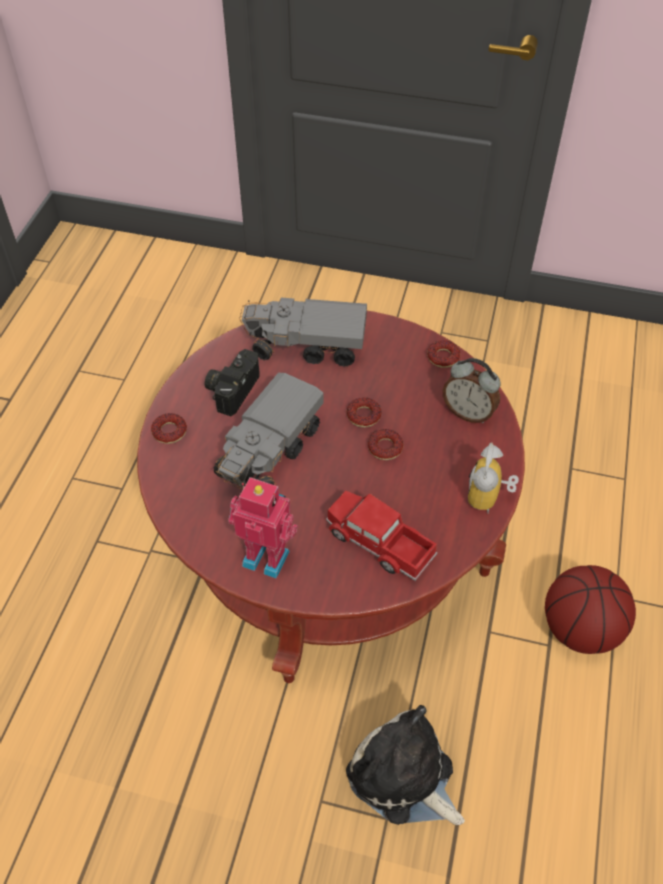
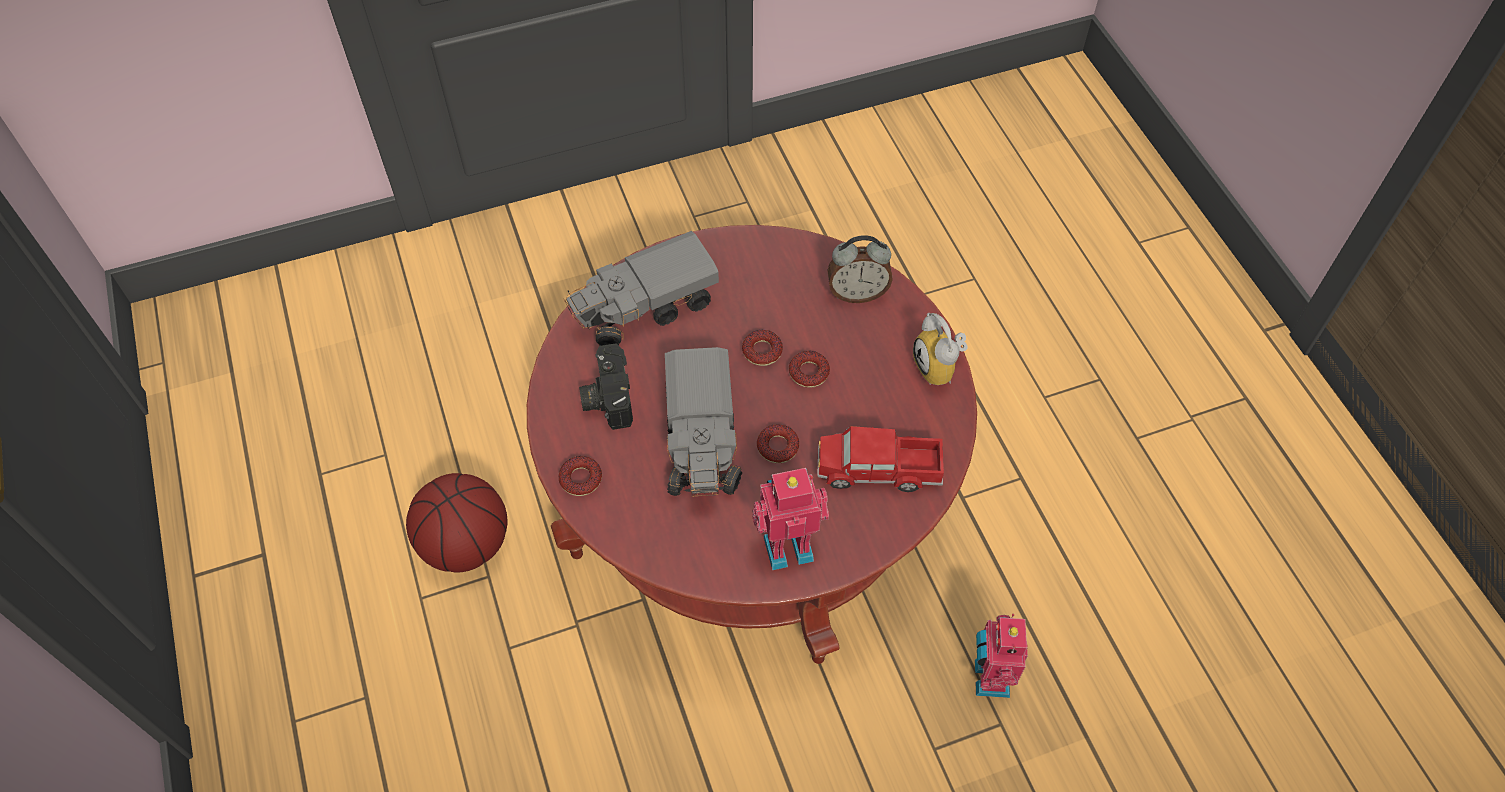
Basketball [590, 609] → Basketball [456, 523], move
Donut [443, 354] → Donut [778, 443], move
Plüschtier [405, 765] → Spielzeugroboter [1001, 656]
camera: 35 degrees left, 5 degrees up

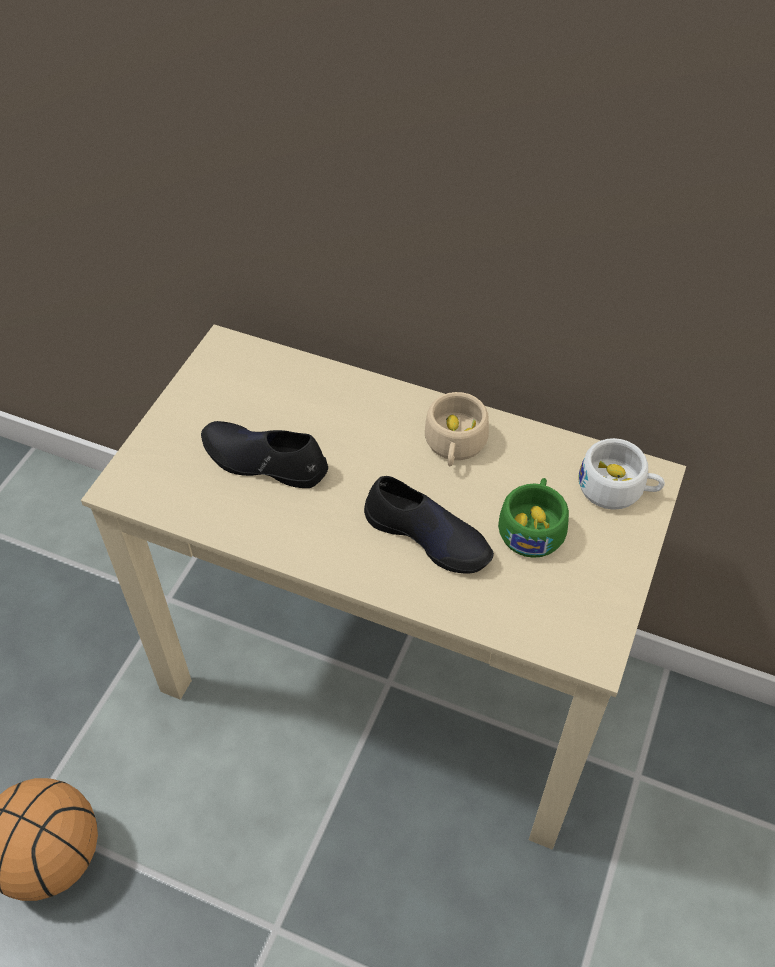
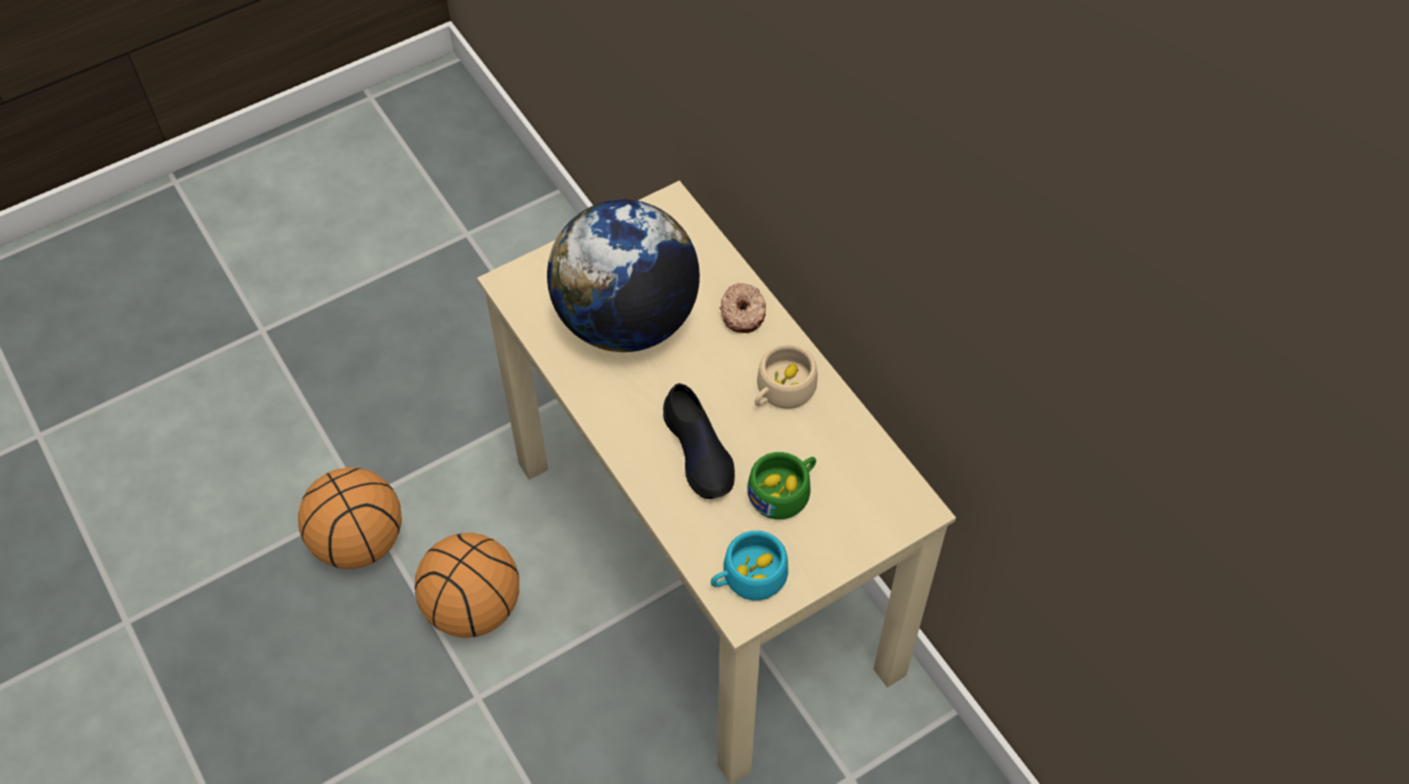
- → Basketball [467, 585]
Schuh (schwarz) [264, 454] → Globus [623, 275]
- → Tasse (türkis) [749, 565]
- → Donut [742, 308]
Tasse (weiß) [621, 474] → -
camera: 35 degrees right, 5 degrees up

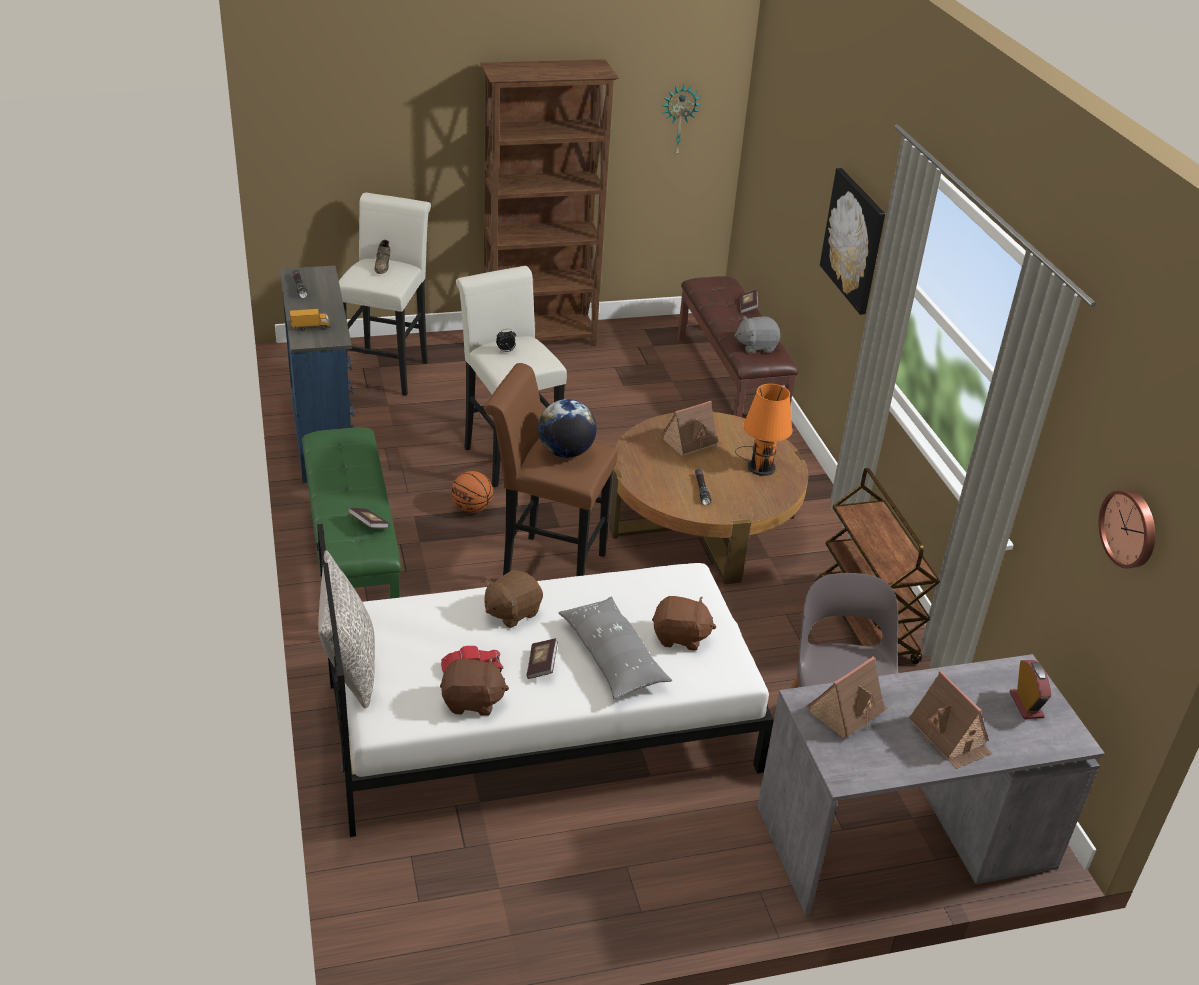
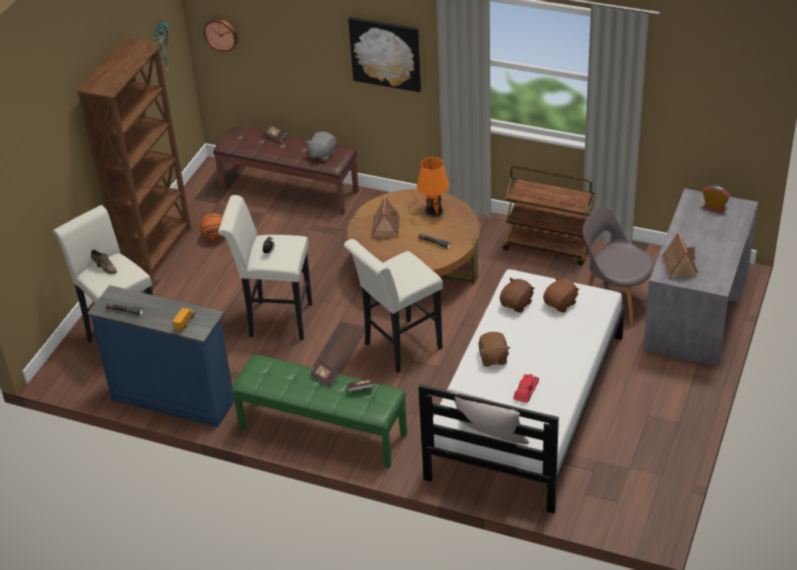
Basketball [472, 492] → Basketball [212, 227], move
Wanduhr [1126, 529] → Wanduhr [220, 35], move
Buch [542, 658] → Buch [325, 374], move
Hocker (braun) [551, 469] → Hocker (weiß) [393, 306]
Plüschtier (braun) [474, 686] → Plüschtier (braun) [517, 295], move
Globus [567, 428] → -
Kissen (grau) [615, 648] → -
Spielzeughaus [950, 720] → -
camera: 50 degrees left, 5 degrees up

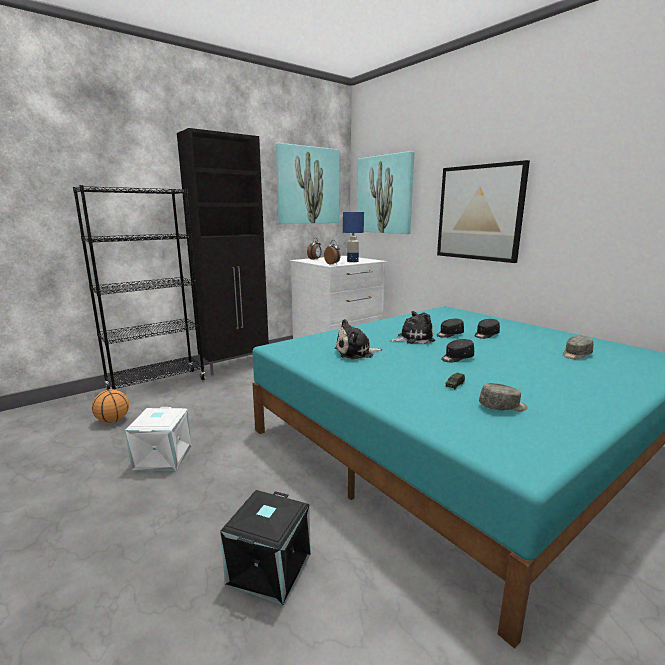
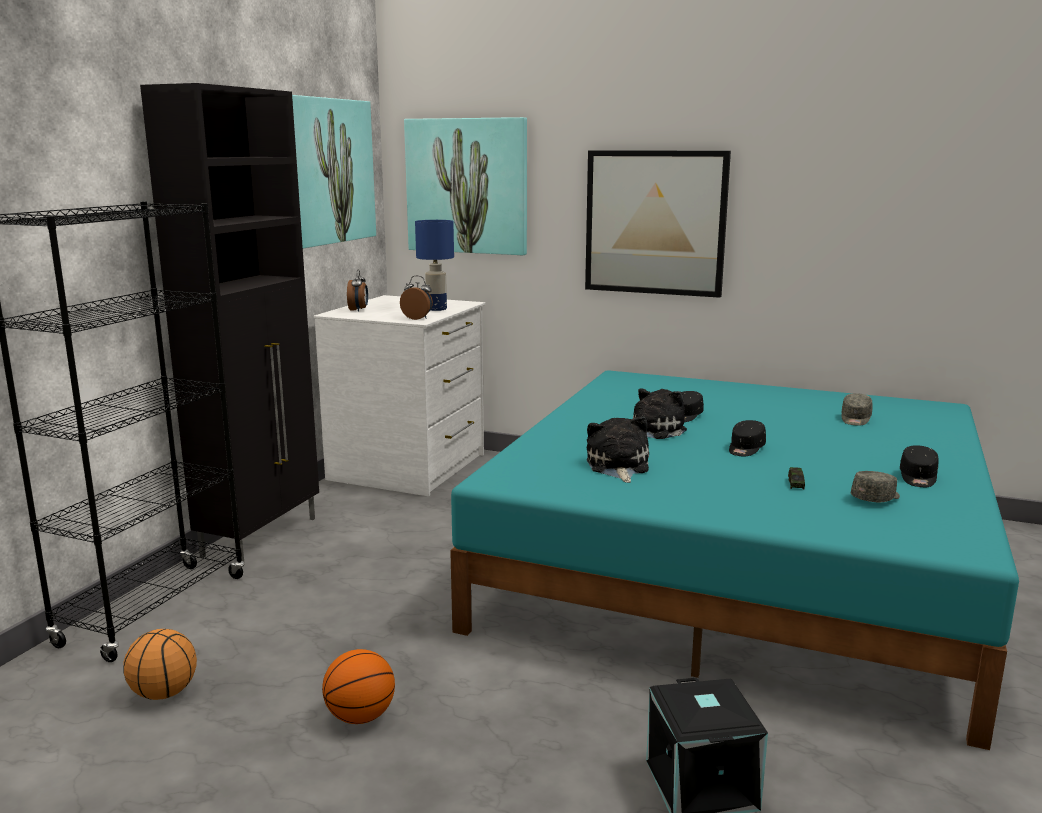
Aufbewahrungsbox (weiß) [158, 439] → Basketball [358, 686]
Plüschtier [358, 339] → Plüschtier [617, 449], 135 degrees clockwise
Kappe (schwarz) [487, 329] → Kappe (schwarz) [919, 466], move
camera: 30 degrees left, 0 degrees up

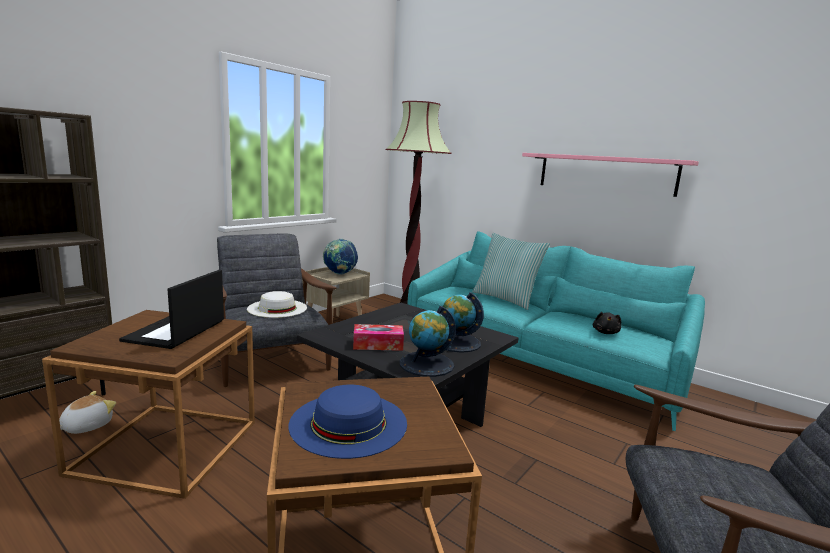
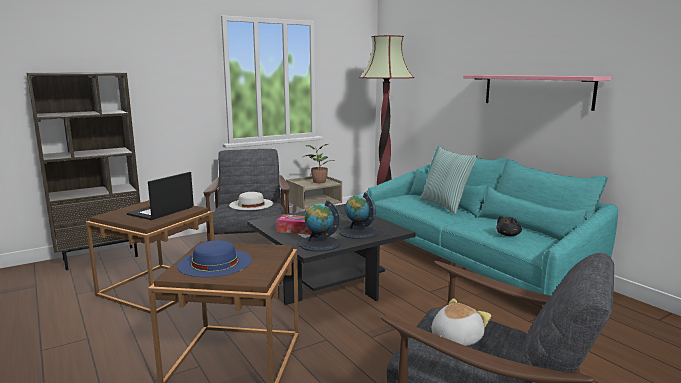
Globus [340, 257] → Topfpflanze [319, 163]
Plüschtier [87, 412] → Plüschtier [461, 322], move
camera: 20 degrees right, 0 degrees up

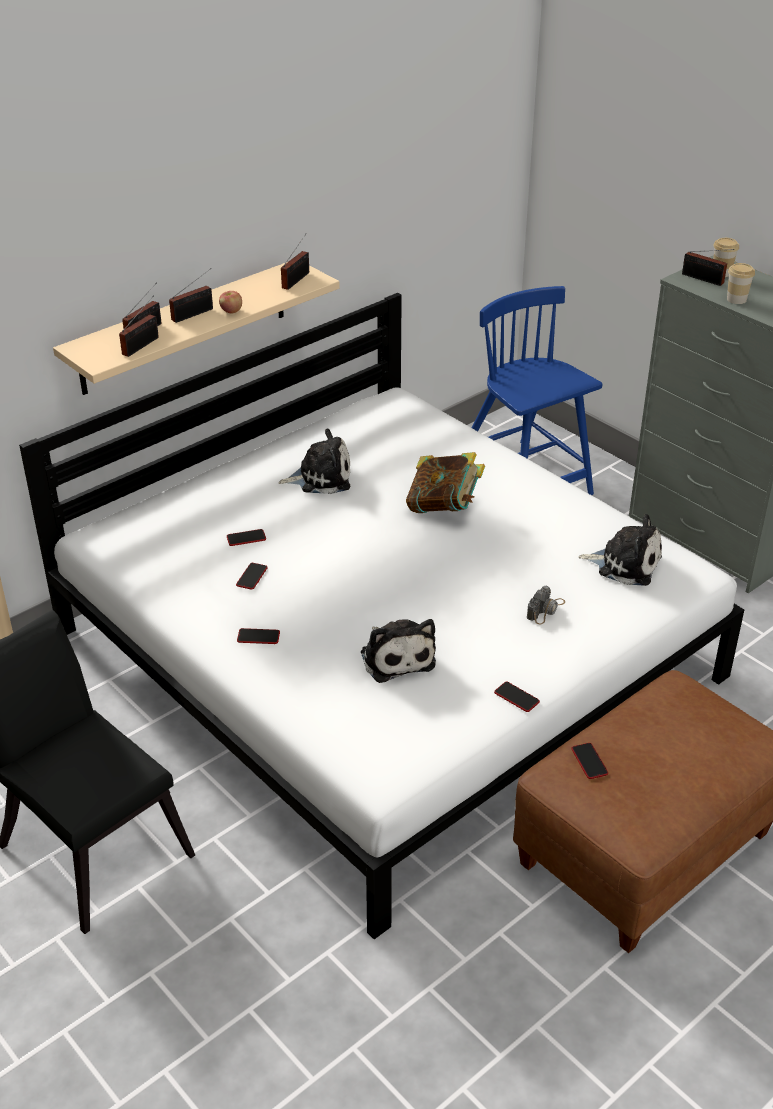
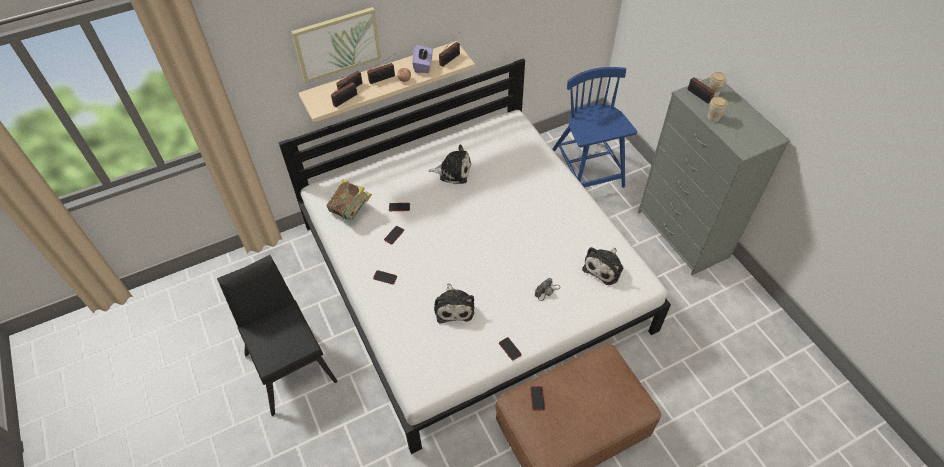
- → Bild [336, 45]
Buch [445, 482] → Buch [349, 199], move
- → Taschentuchbox (lila) [422, 59]
Plüschtier [620, 550] → Plüschtier [602, 266], 90 degrees clockwise
camera: 15 degrees right, 15 degrees up

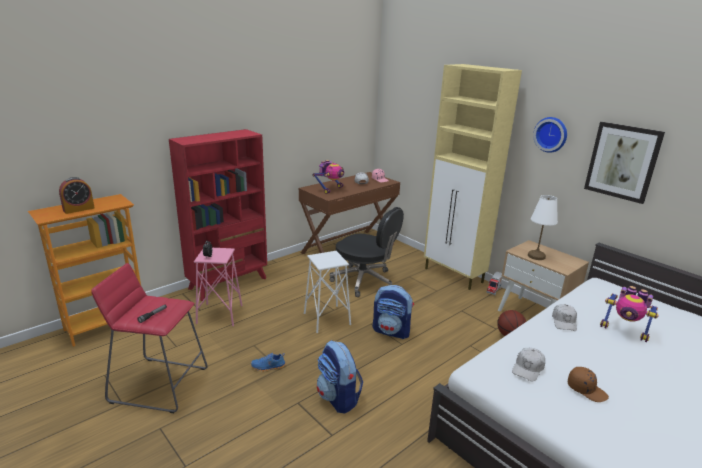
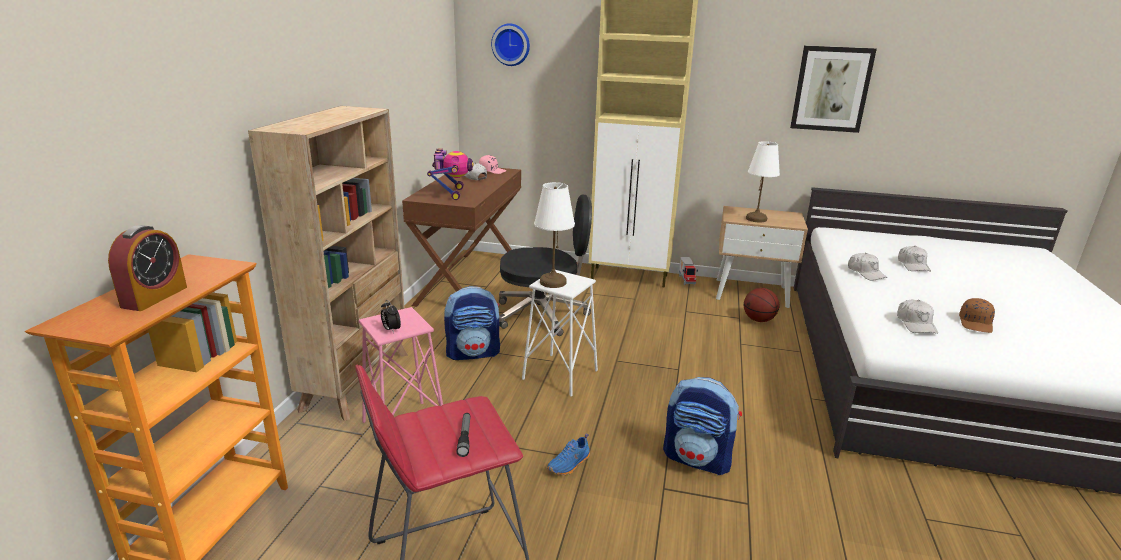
Bücherregal (rot) [218, 215] → Bücherregal (beige) [328, 263]
Rucksack [393, 312] → Rucksack [472, 323], move
Wanduhr [550, 135] → Wanduhr [510, 44], move
- → Tischlampe (weiß) [554, 235]
Spielzeugroboter [629, 314] → Kappe (weiß) [914, 259]
Kappe (braun) [588, 384] → Kappe (braun) [977, 315], 105 degrees clockwise
camera: 35 degrees left, 0 degrees up

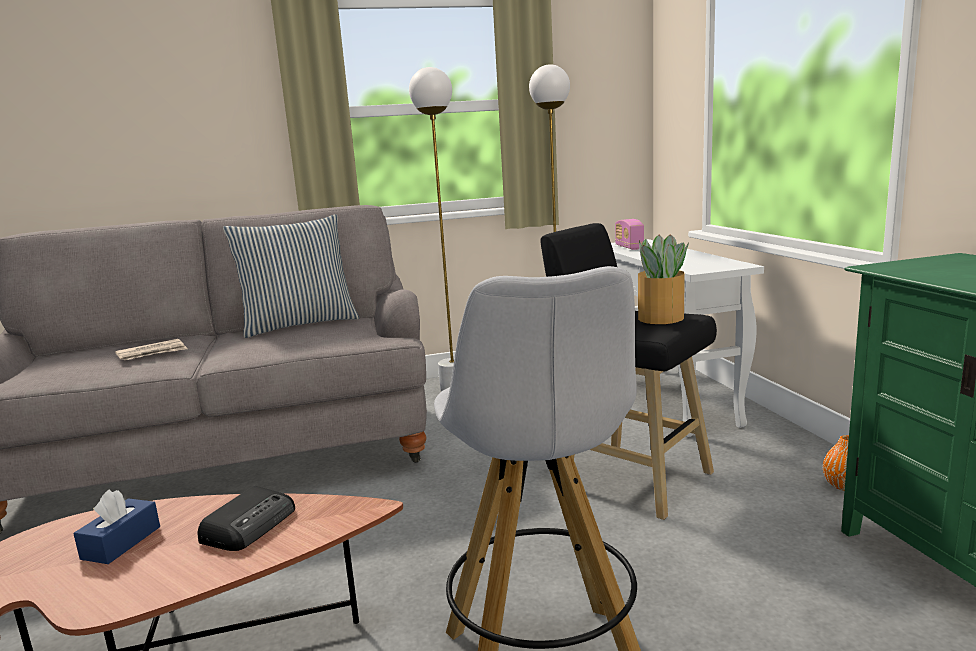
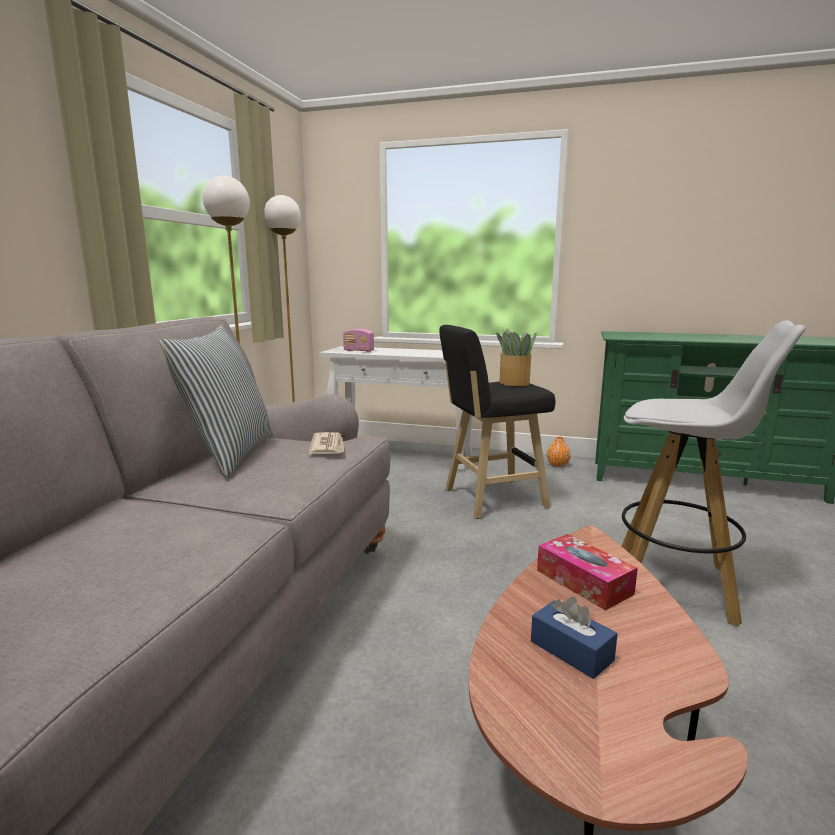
Zeitung [151, 349] → Zeitung [326, 443], move
Radio [246, 518] → Taschentuchbox [587, 572]
camera: 60 degrees left, 0 degrees up

